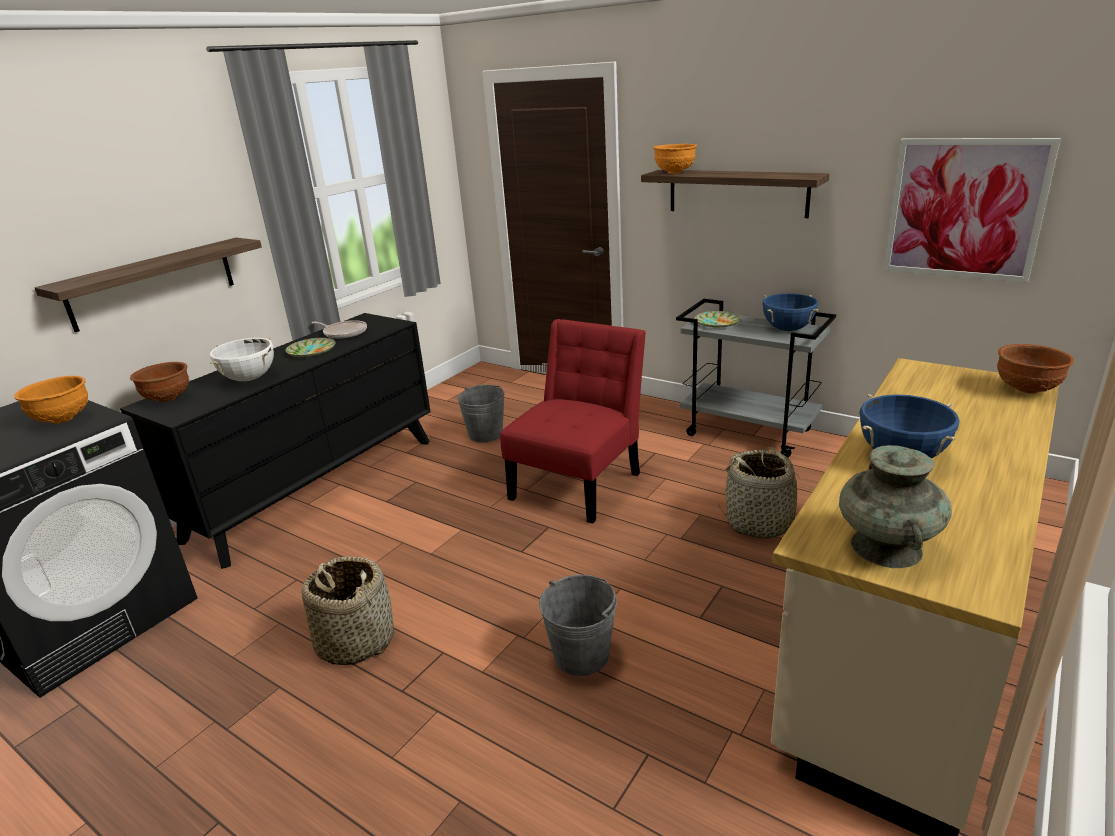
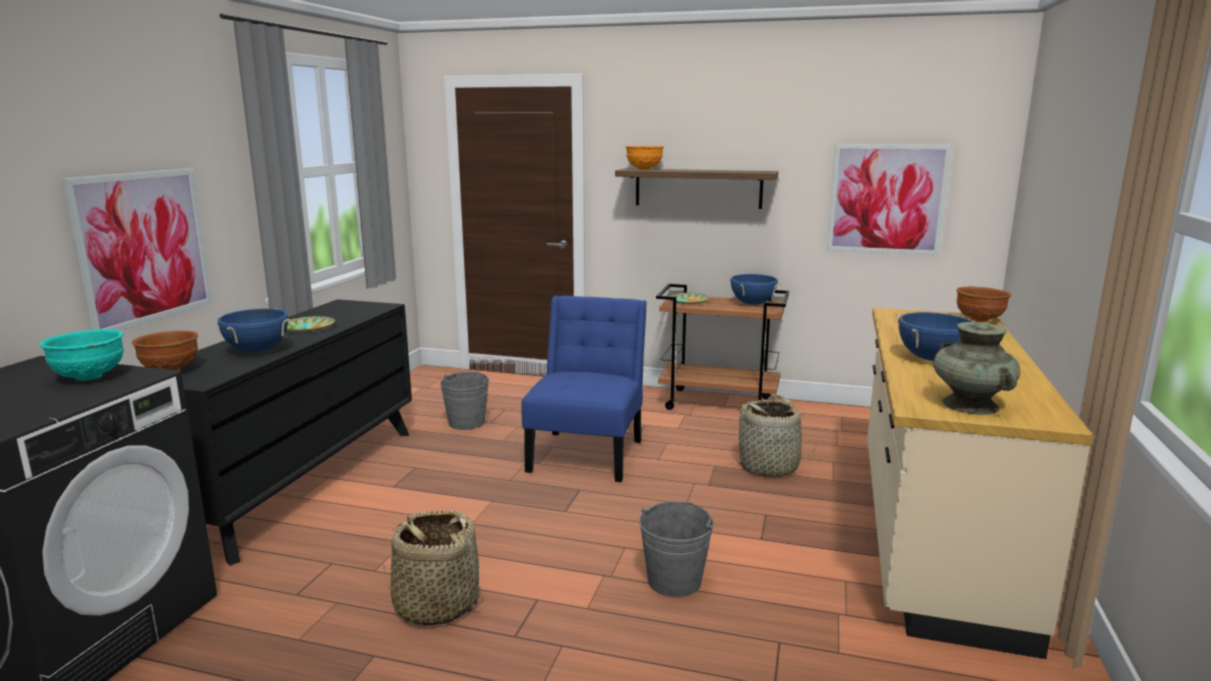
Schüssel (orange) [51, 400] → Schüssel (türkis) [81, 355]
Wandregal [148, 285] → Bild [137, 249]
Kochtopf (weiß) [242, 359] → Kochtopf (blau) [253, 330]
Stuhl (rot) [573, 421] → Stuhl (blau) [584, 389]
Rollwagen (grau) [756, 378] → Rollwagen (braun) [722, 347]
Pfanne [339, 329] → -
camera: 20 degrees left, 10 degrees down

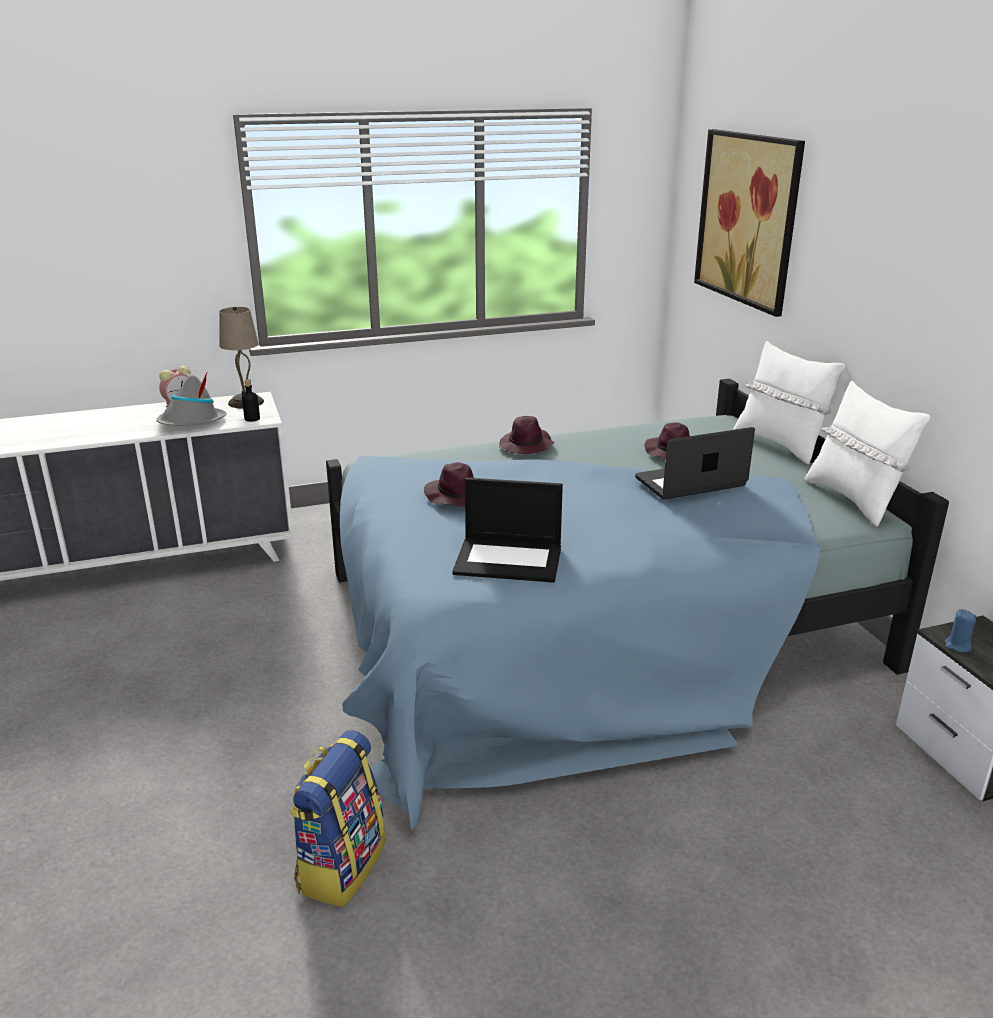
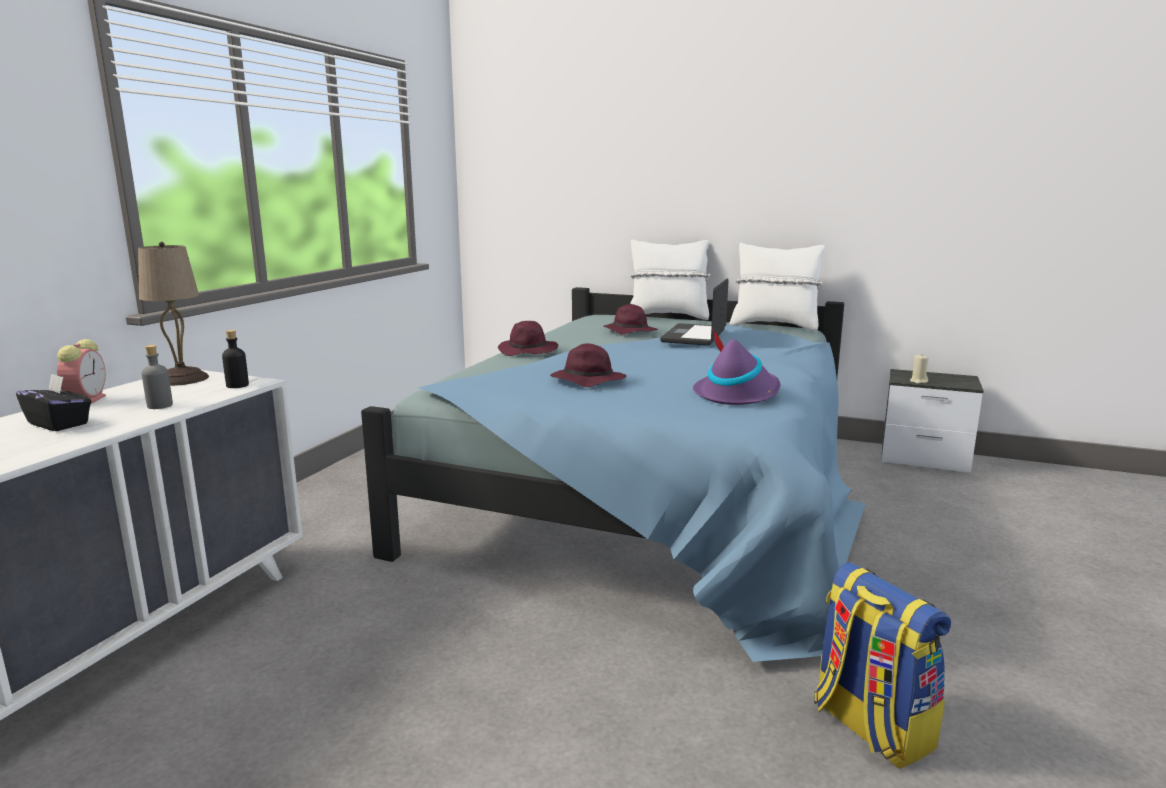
- → Taschentuchbox (schwarz) [53, 402]
Hut (grau) [191, 399] → Flasche (grau) [157, 377]
Laptop [507, 530] → Hut (lila) [736, 366]
Kerze (blau) [960, 630] → Kerze (beige) [919, 369]
Bild [749, 223] → -
camera: 50 degrees left, 10 degrees down

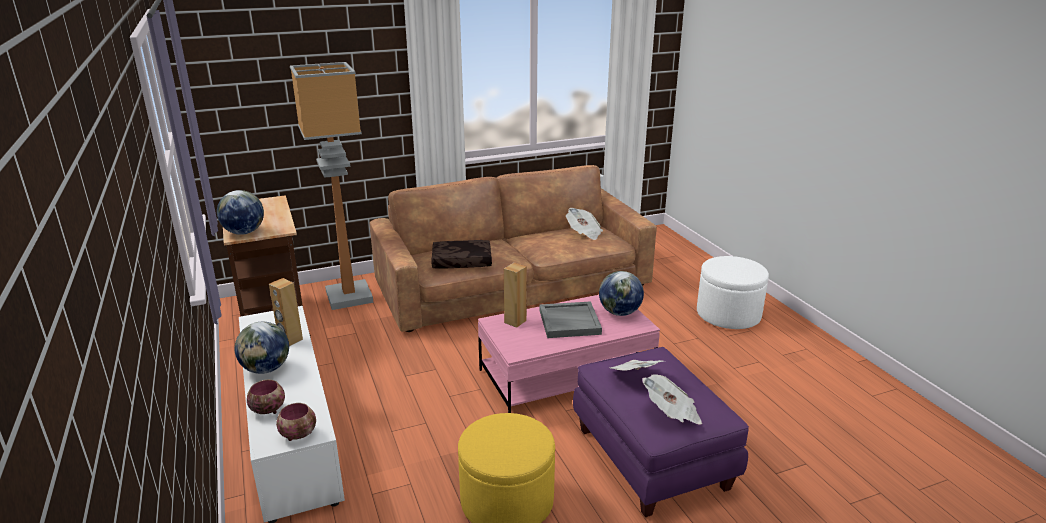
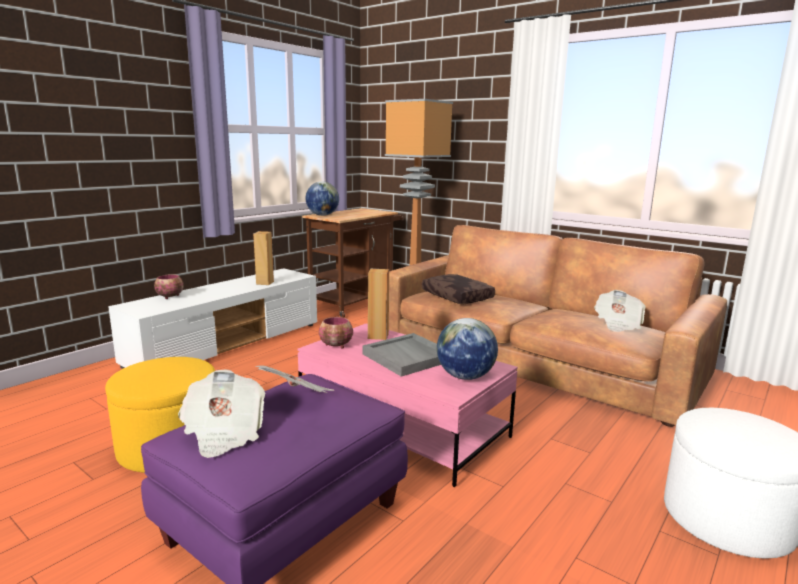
Schüssel [296, 422] → Schüssel [336, 333], move
Globus [262, 348] → -
camera: 60 degrees right, 10 degrees down

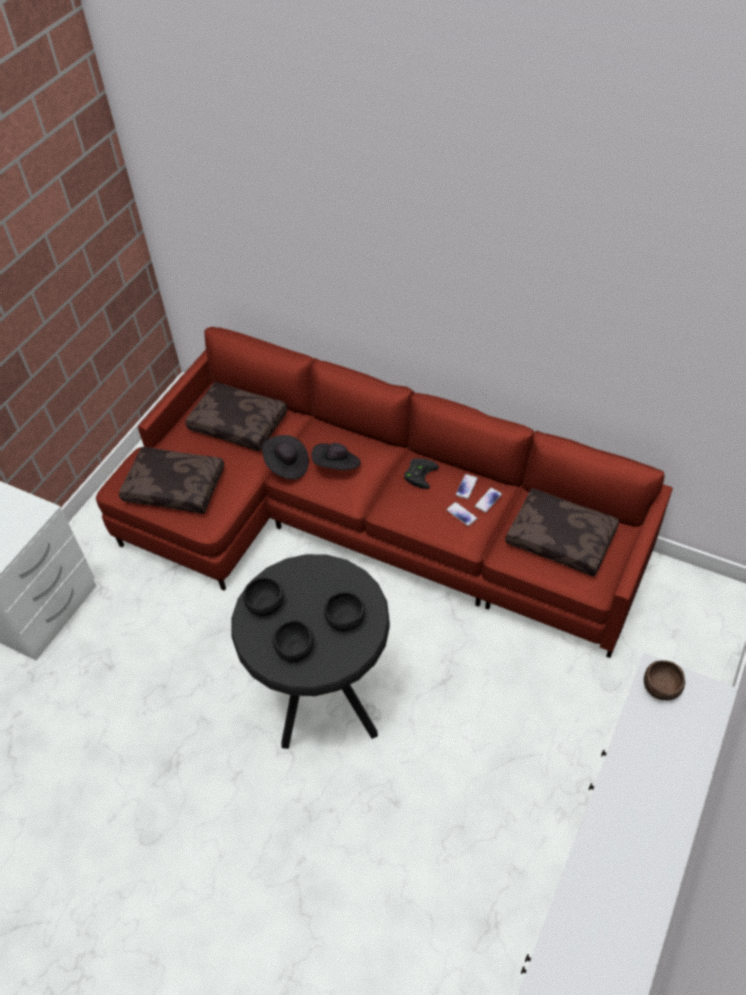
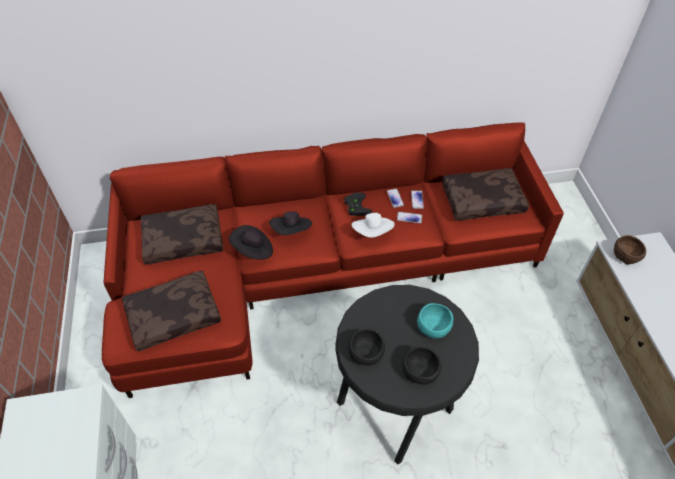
- → Hut (weiß) [373, 225]
Schüssel (schwarz) [344, 611] → Schüssel (türkis) [435, 320]
camera: 40 degrees left, 0 degrees up

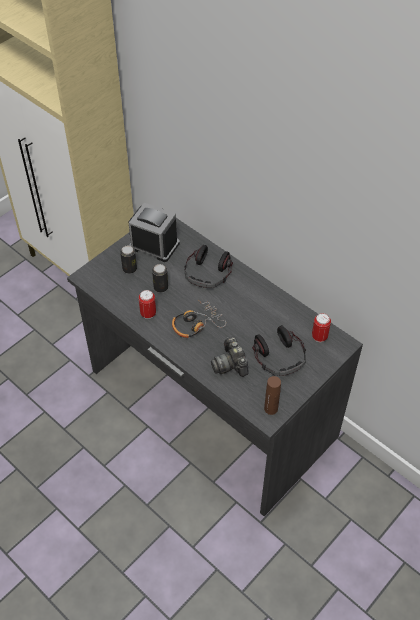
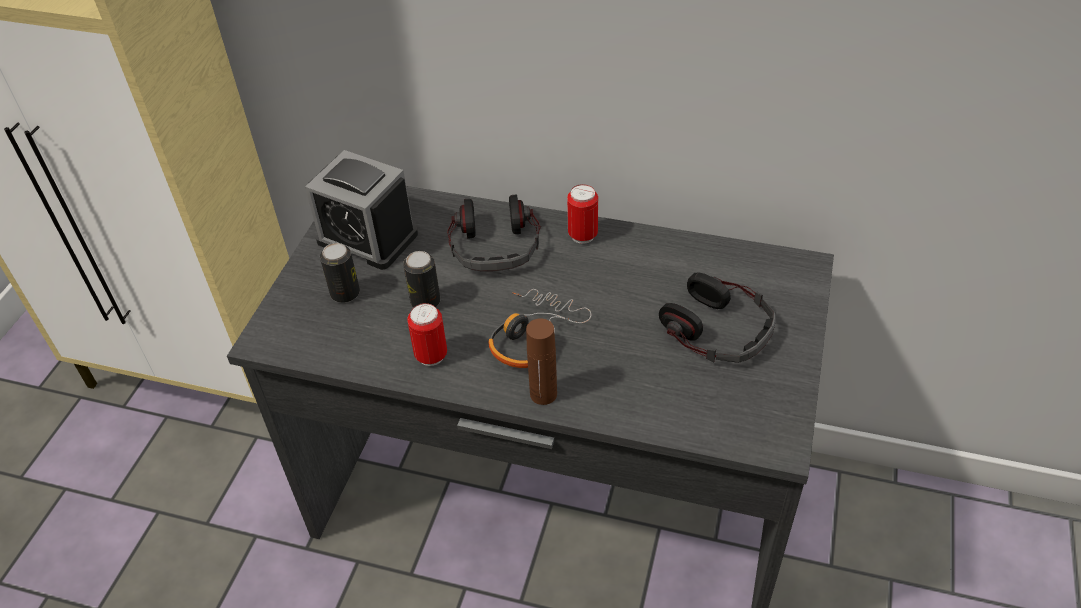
Wecker [154, 232] → Wecker [361, 210], 150 degrees counterclockwise
Flasche (braun) [272, 395] → Flasche (braun) [541, 361], move
Dose [321, 327] → Dose [582, 214], move
Kamera [230, 356] → -
camera: 25 degrees left, 5 degrees down

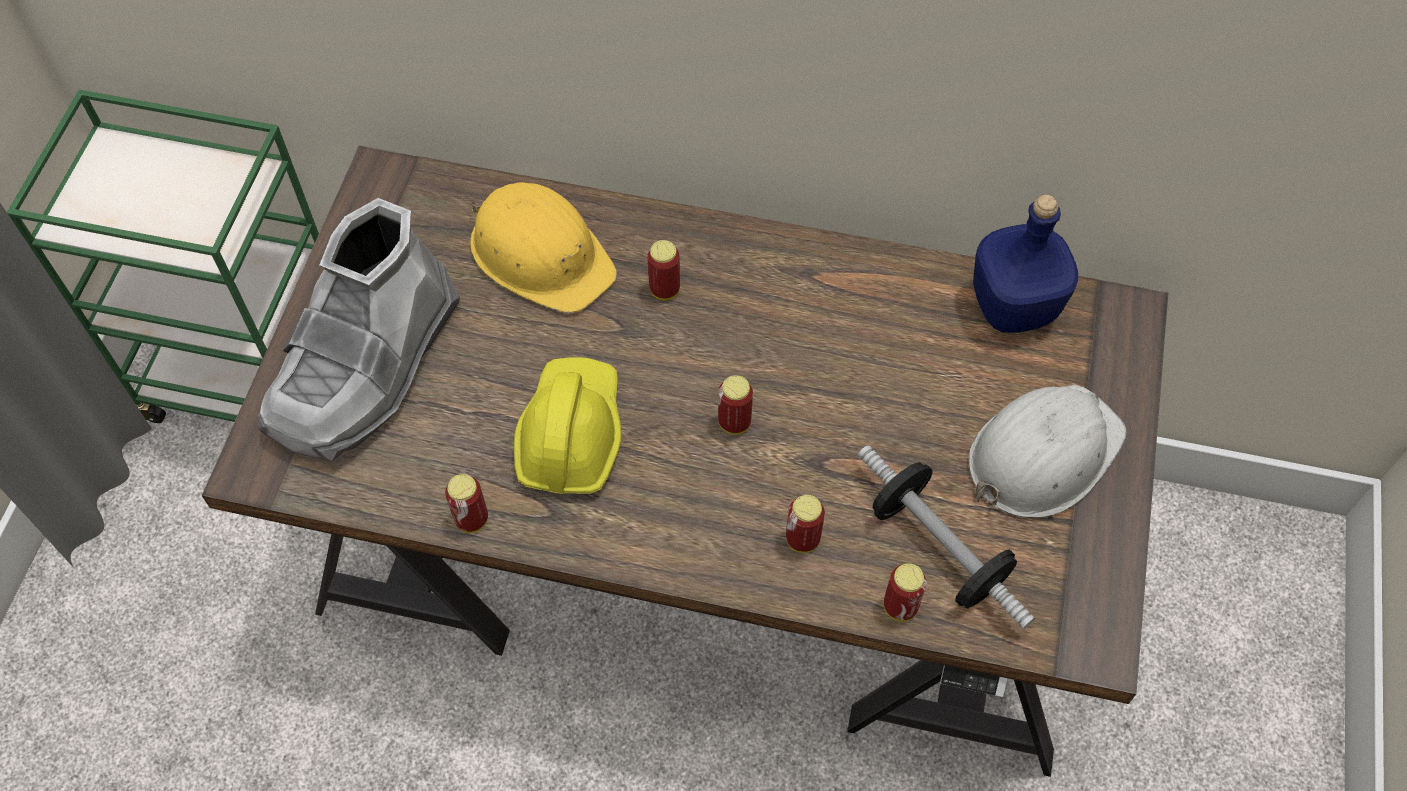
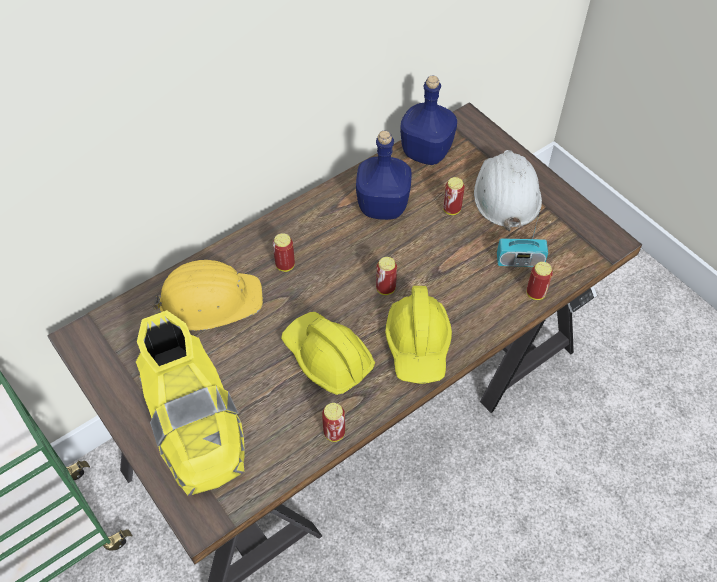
Stiefel (grau) [359, 330] → Stiefel (gelb) [190, 403]
- → Flasche (blau) [384, 175]
- → Schutzhelm (gelb) [418, 335]
Dose [805, 524] → Dose [454, 196], move
Hantel [946, 537] → Radio [522, 237]
camera: 50 degrees left, 5 degrees down

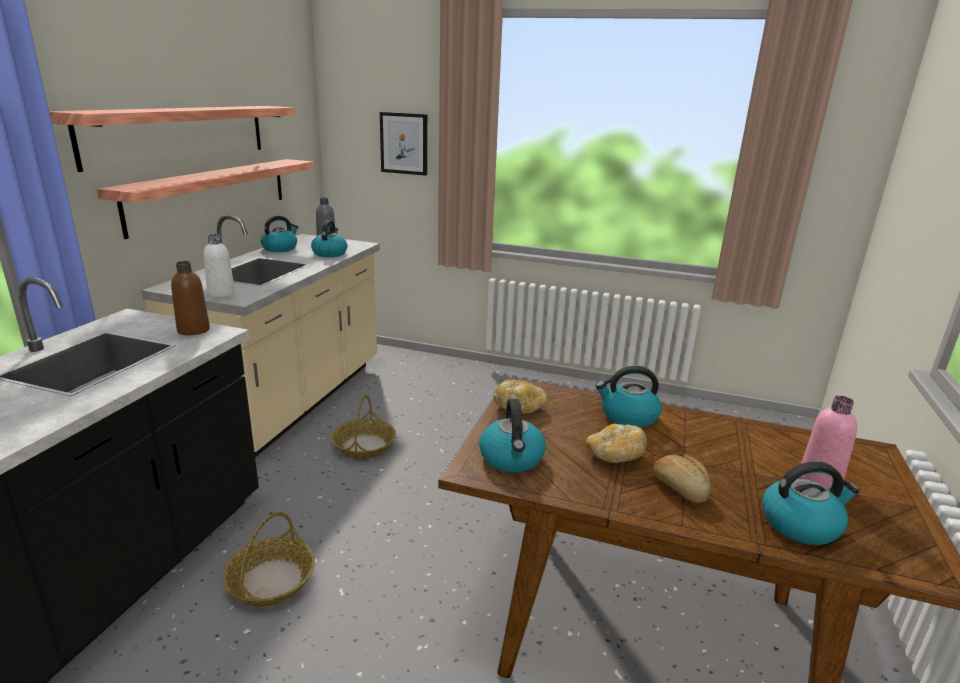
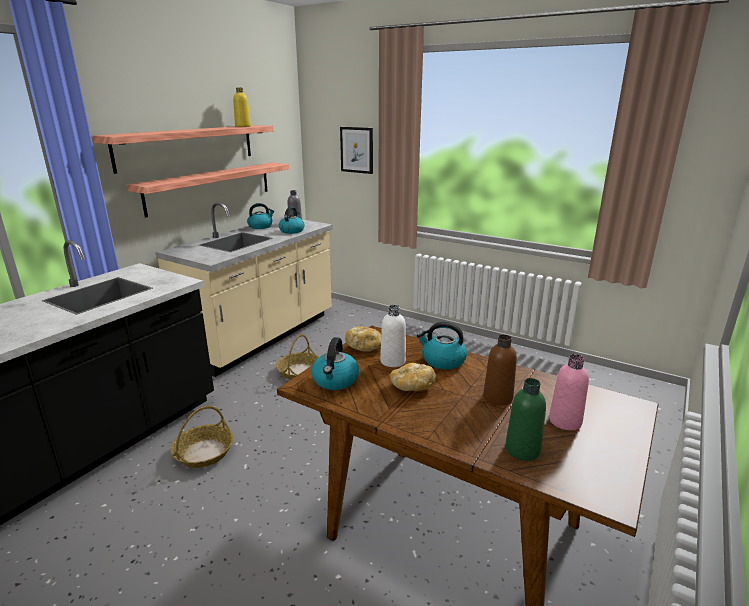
- → Flasche (gelb) [242, 107]
Flasche (weiß) [219, 266] → Flasche (weiß) [393, 336], move
Flasche (braun) [190, 298] → Flasche (braun) [500, 369], move
Wasserkessel [811, 503] → Flasche (grün) [525, 419]
Brot [682, 478] → -
camera: 15 degrees right, 0 degrees up

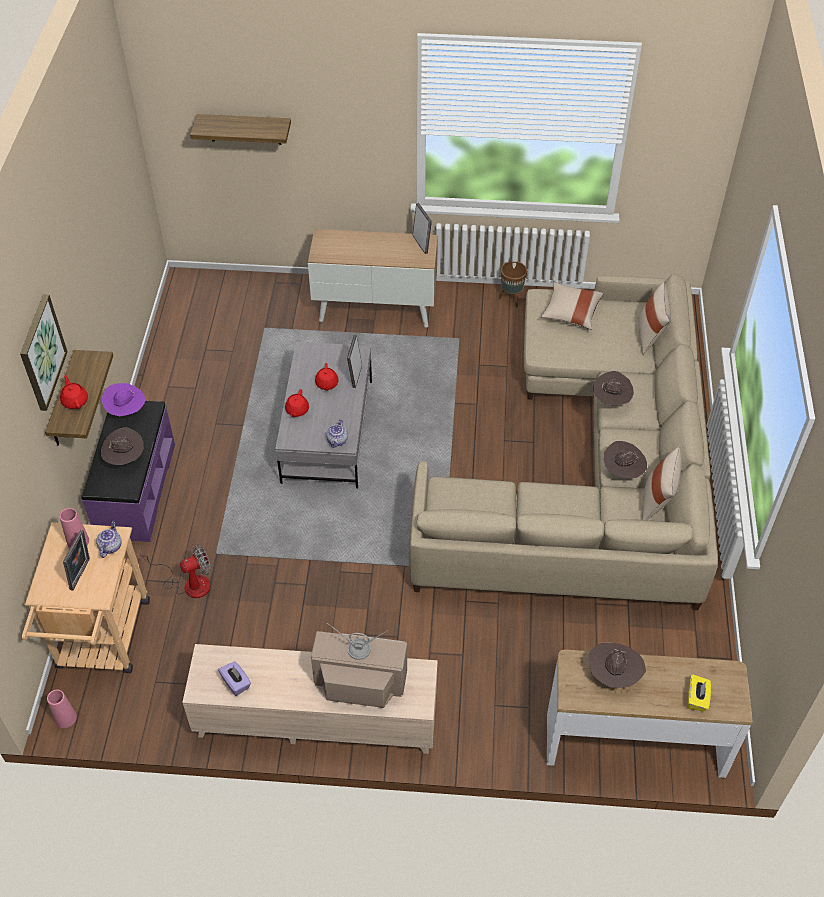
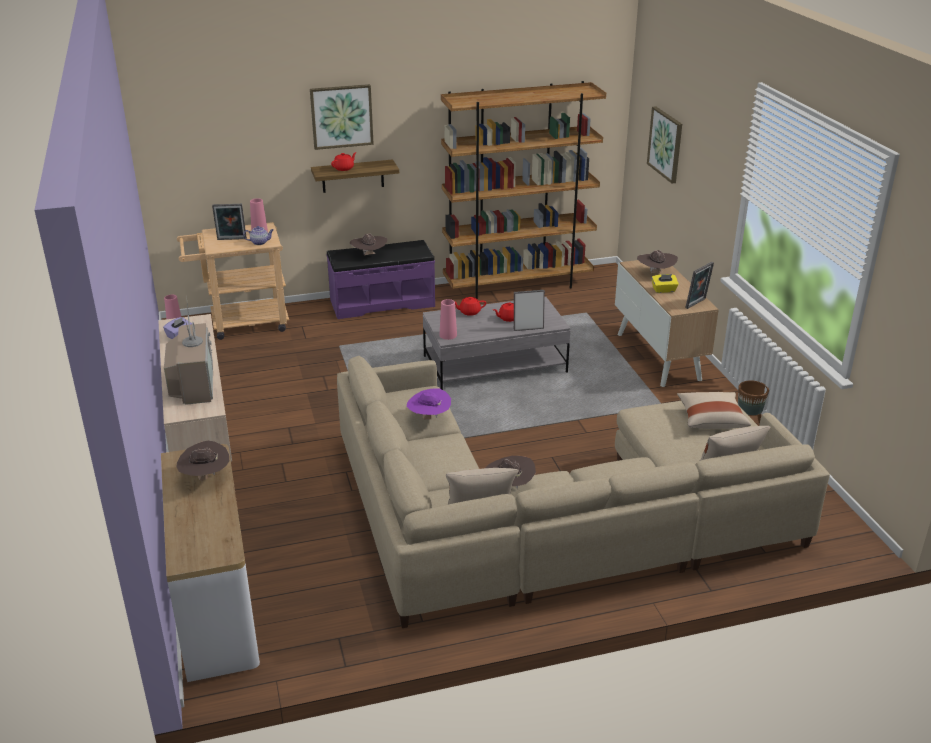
Hut (lila) [124, 399] → Hut (lila) [429, 404], move
Teekanne [337, 433] → Vase (rosa) [448, 319]
- → Bücherregal (braun) [523, 190]
Hut (braun) [613, 388] → Hut (braun) [657, 261], move
Wandregal [240, 129] → Bild [664, 144]
Taschentuchbox (gelb) [699, 693] → Taschentuchbox (gelb) [665, 283], move
Ventilator [175, 571] → -
camera: 70 degrees right, 20 degrees down

